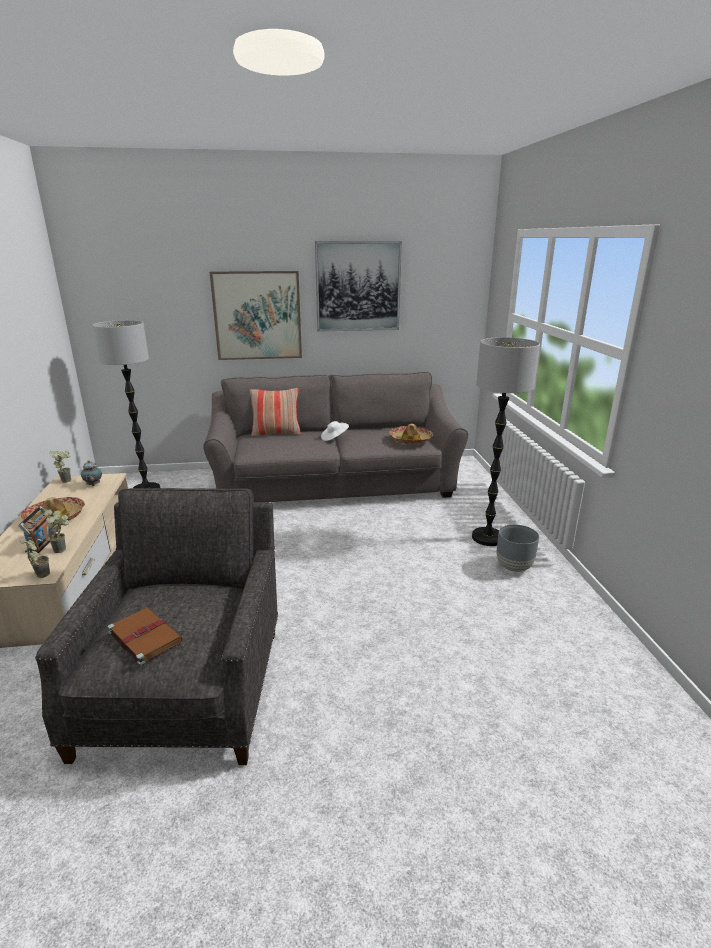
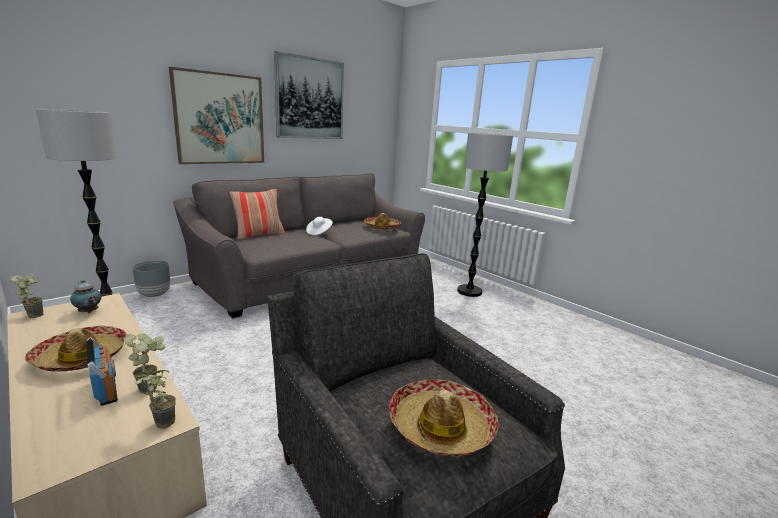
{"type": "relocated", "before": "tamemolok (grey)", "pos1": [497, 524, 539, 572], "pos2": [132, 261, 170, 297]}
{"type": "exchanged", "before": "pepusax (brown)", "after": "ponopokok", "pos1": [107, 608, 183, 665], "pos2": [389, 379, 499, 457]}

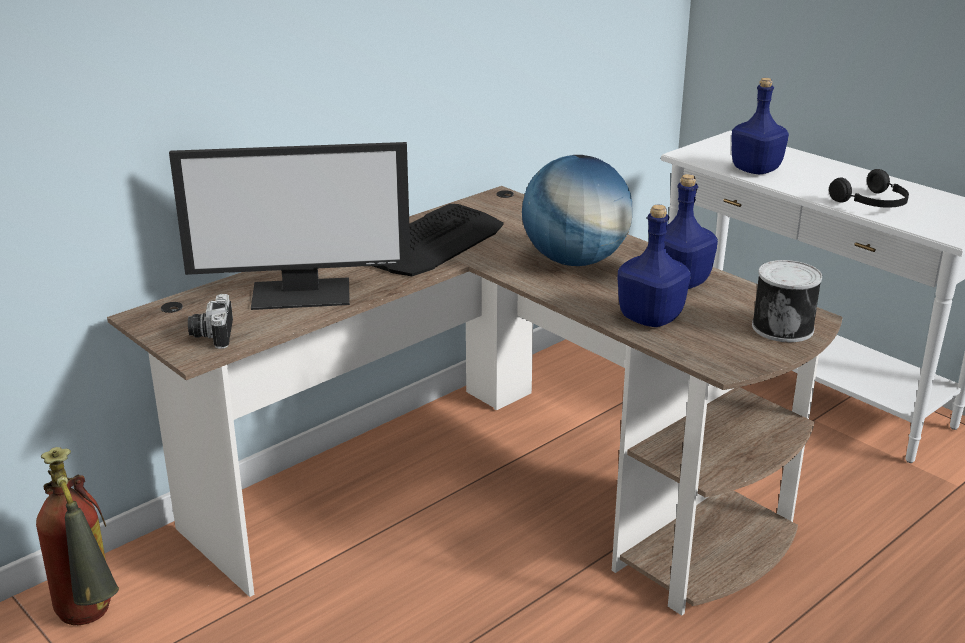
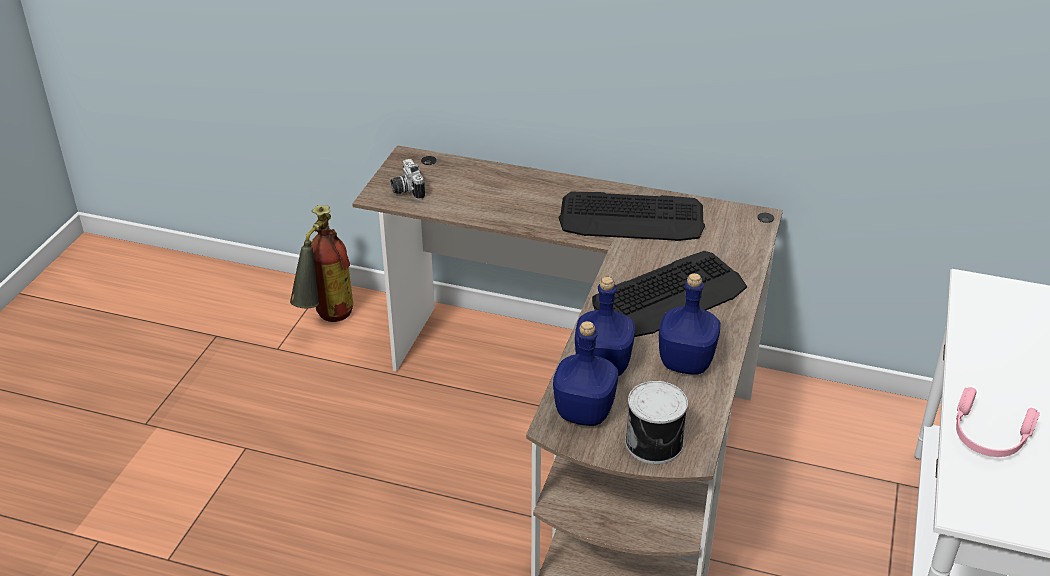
{"type": "missing", "before": "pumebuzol", "pos1": [169, 142, 411, 310]}
{"type": "relocated", "before": "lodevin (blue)", "pos1": [731, 78, 789, 174], "pos2": [553, 321, 618, 426]}
{"type": "exchanged", "before": "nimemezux", "after": "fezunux", "pos1": [522, 155, 632, 266], "pos2": [592, 251, 747, 337]}
{"type": "colour", "before": "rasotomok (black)", "after": "rasotomok (pink)", "pos1": [829, 169, 909, 208], "pos2": [956, 387, 1040, 457]}
{"type": "spun", "before": "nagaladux", "pos1": [188, 294, 233, 349], "pos2": [391, 159, 425, 200], "turn": -75}

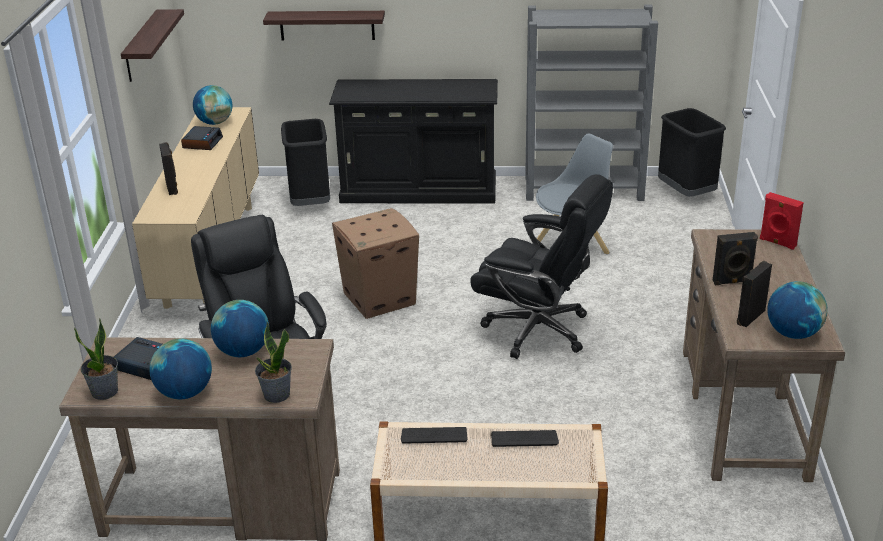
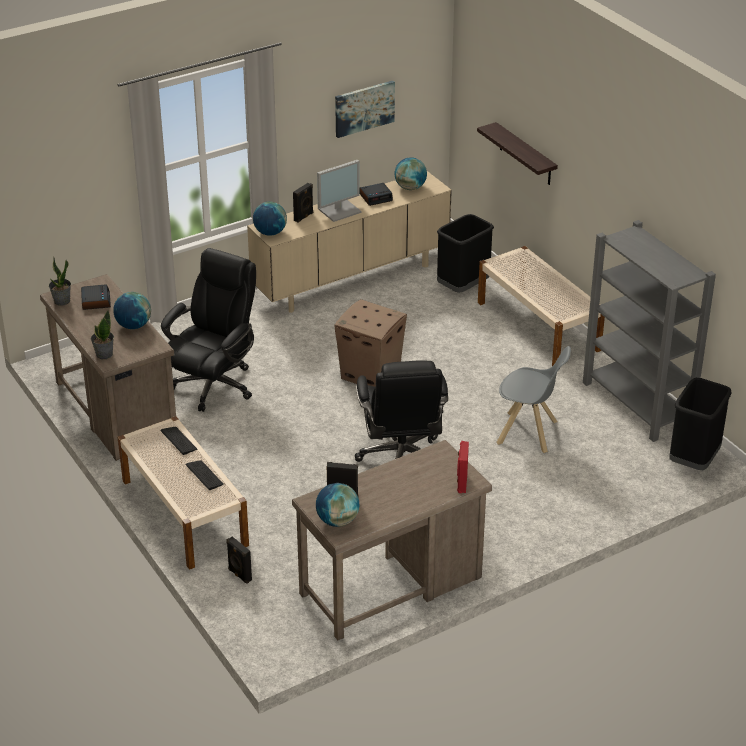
{"type": "appeared", "after": "pumebuzol", "pos2": [317, 160, 362, 222]}
{"type": "relocated", "before": "nimemezux", "pos1": [150, 339, 212, 399], "pos2": [253, 202, 287, 236]}
{"type": "relocated", "before": "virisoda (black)", "pos1": [713, 232, 758, 285], "pos2": [227, 537, 252, 584]}
{"type": "exchanged", "before": "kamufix", "after": "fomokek", "pos1": [121, 9, 184, 82], "pos2": [335, 81, 395, 138]}
{"type": "exchanged", "before": "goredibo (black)", "after": "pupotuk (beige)", "pos1": [329, 79, 498, 204], "pos2": [478, 246, 605, 366]}

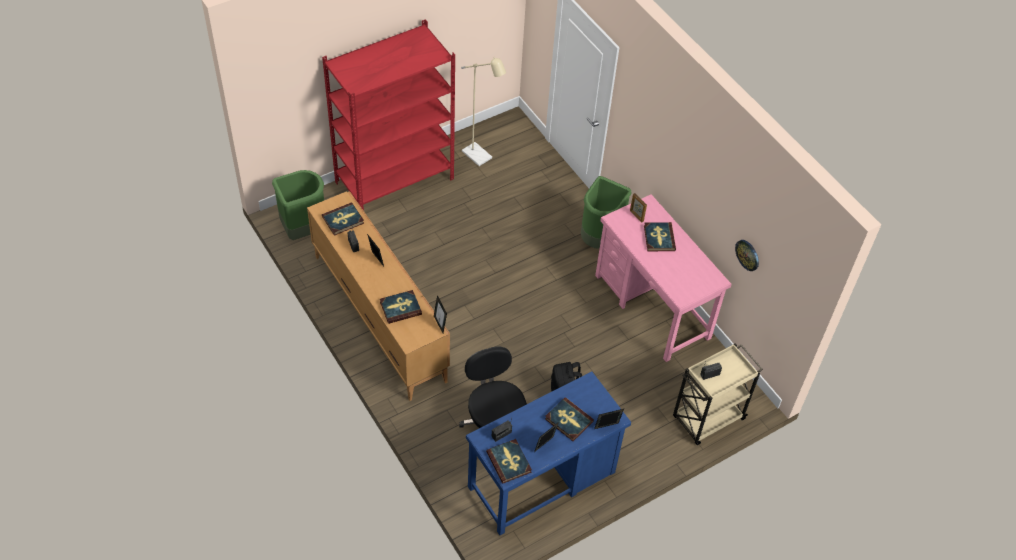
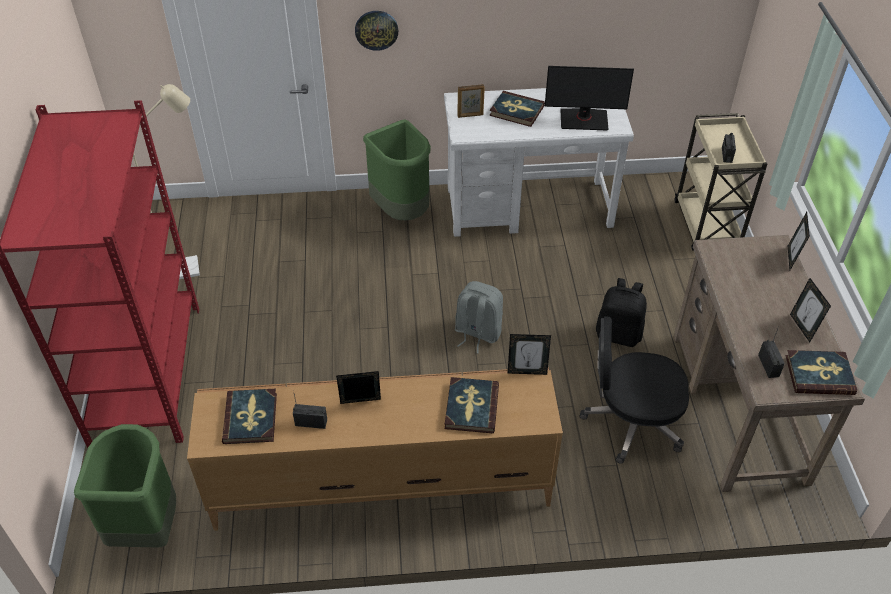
{"type": "missing", "before": "pepusax", "pos1": [545, 397, 594, 441]}
{"type": "appeared", "after": "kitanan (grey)", "pos2": [455, 281, 503, 353]}
{"type": "appeared", "after": "pumebuzol", "pos2": [545, 66, 634, 130]}
{"type": "relocated", "before": "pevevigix", "pos1": [735, 240, 759, 271], "pos2": [355, 11, 398, 51]}
{"type": "colour", "before": "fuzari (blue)", "after": "fuzari (brown)", "pos1": [466, 372, 631, 535], "pos2": [673, 235, 865, 492]}
{"type": "colour", "before": "fuzari (pink)", "after": "fuzari (white)", "pos1": [595, 194, 732, 362], "pos2": [444, 88, 634, 237]}

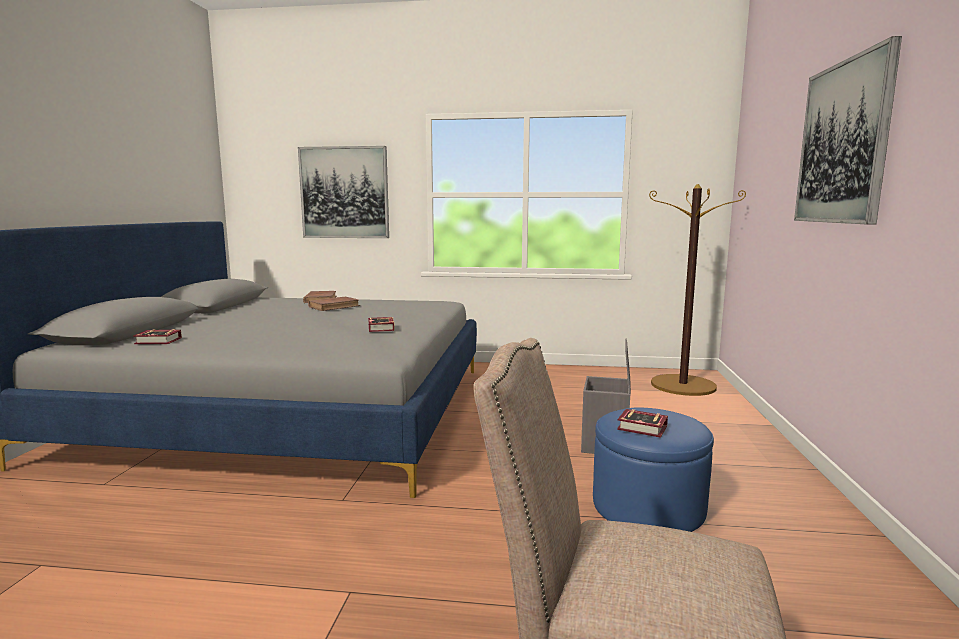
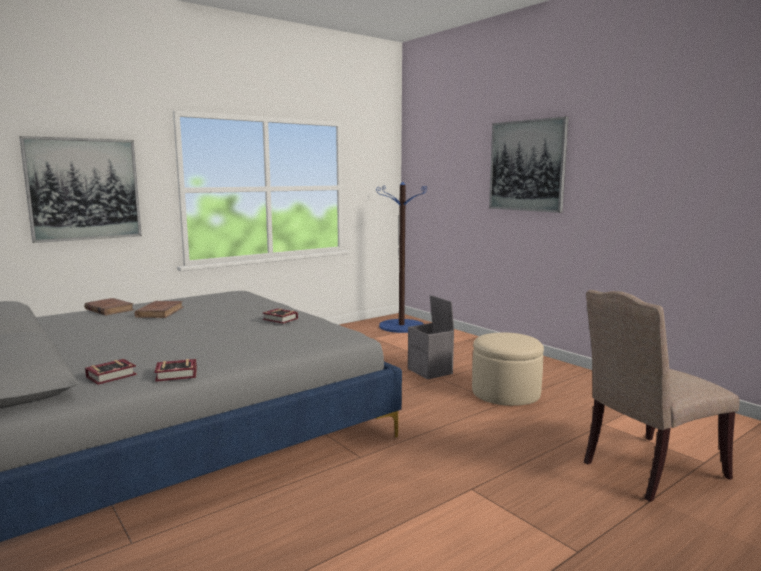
{"type": "relocated", "before": "pepusax", "pos1": [617, 409, 668, 438], "pos2": [155, 359, 197, 382]}
{"type": "colour", "before": "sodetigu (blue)", "after": "sodetigu (beige)", "pos1": [593, 408, 714, 532], "pos2": [472, 333, 544, 406]}
{"type": "colour", "before": "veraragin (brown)", "after": "veraragin (blue)", "pos1": [649, 184, 746, 396], "pos2": [376, 182, 427, 333]}

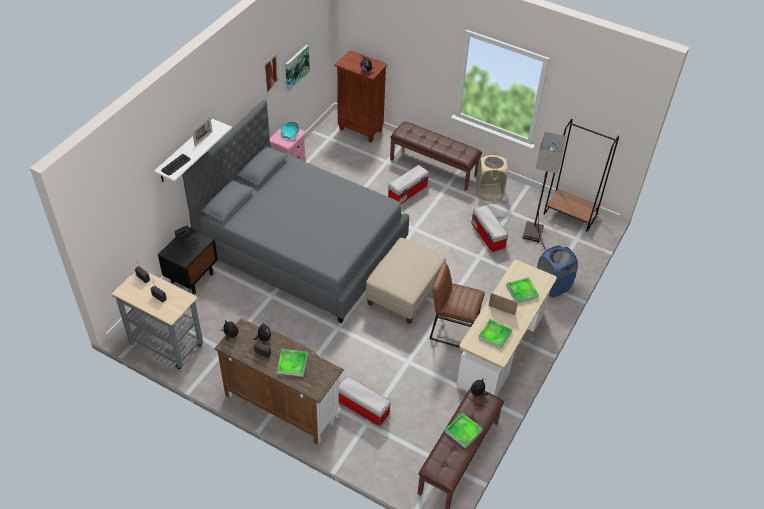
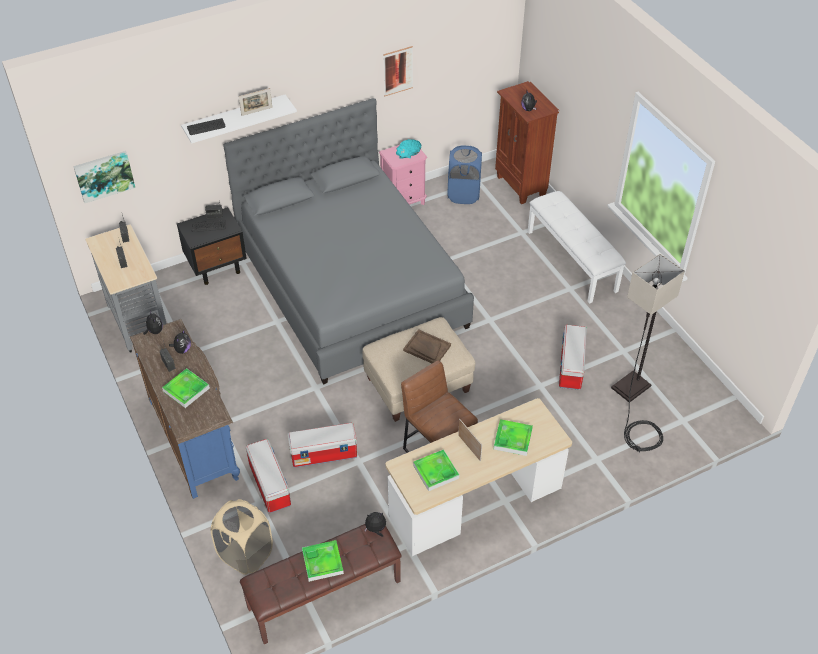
{"type": "missing", "before": "veraragin", "pos1": [544, 119, 619, 232]}
{"type": "appeared", "after": "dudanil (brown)", "pos2": [403, 329, 451, 363]}
{"type": "relocated", "before": "fomokek", "pos1": [285, 45, 310, 91], "pos2": [73, 151, 135, 203]}
{"type": "relocated", "before": "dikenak", "pos1": [388, 165, 429, 204], "pos2": [288, 422, 357, 468]}
{"type": "relocated", "before": "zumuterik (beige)", "pos1": [476, 154, 508, 201], "pos2": [211, 499, 273, 575]}
{"type": "relocated", "before": "zumuterik (blue)", "pos1": [537, 246, 578, 297], "pos2": [448, 145, 482, 204]}
{"type": "colour", "before": "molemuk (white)", "after": "molemuk (blue)", "pos1": [214, 318, 344, 445], "pos2": [130, 319, 240, 499]}
{"type": "colour", "before": "pupotuk (brown)", "after": "pupotuk (white)", "pos1": [390, 122, 482, 191], "pos2": [528, 191, 626, 304]}

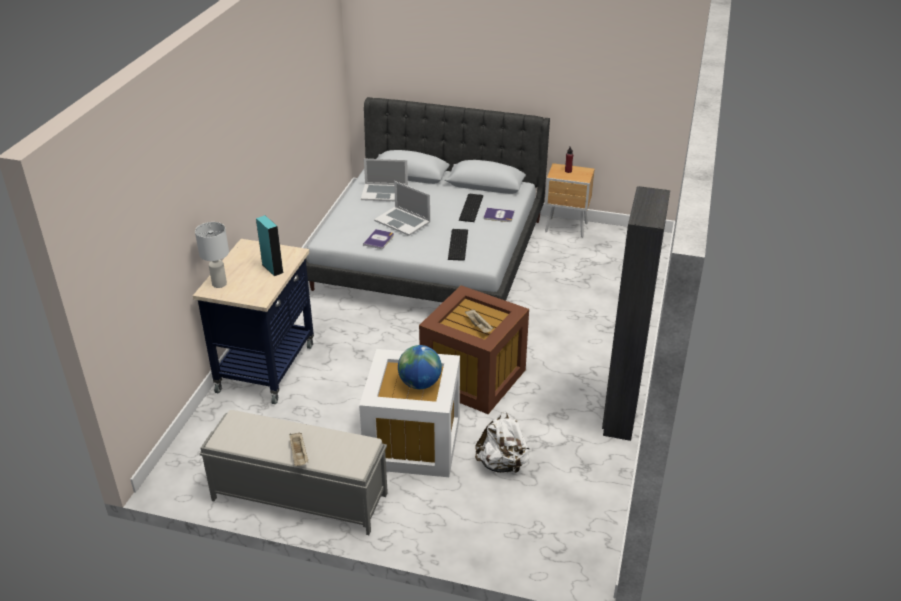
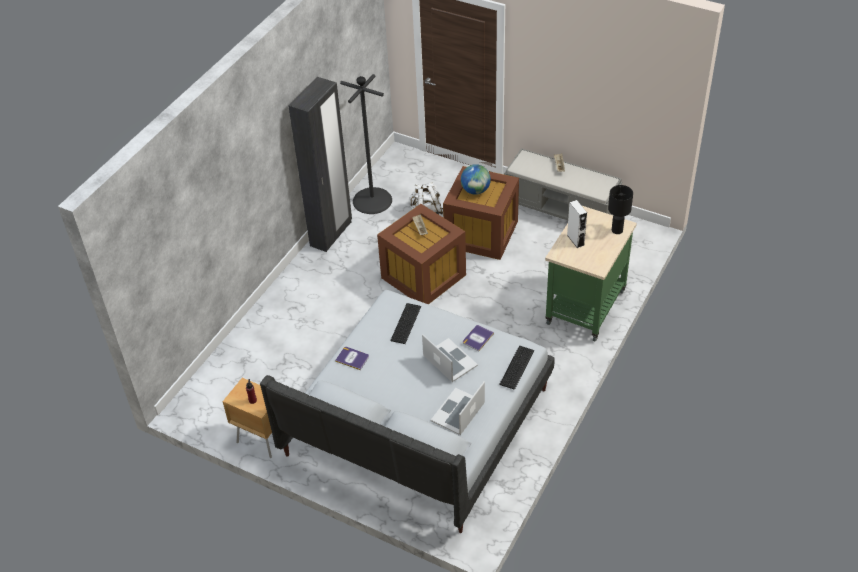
{"type": "appeared", "after": "veraragin (black)", "pos2": [340, 74, 392, 214]}
{"type": "relocated", "before": "fezunux", "pos1": [459, 194, 483, 222], "pos2": [499, 346, 534, 390]}
{"type": "colour", "before": "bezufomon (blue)", "after": "bezufomon (green)", "pos1": [193, 239, 314, 404], "pos2": [545, 205, 637, 342]}
{"type": "colour", "before": "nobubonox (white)", "after": "nobubonox (black)", "pos1": [195, 222, 229, 288], "pos2": [608, 185, 633, 234]}
{"type": "colour", "before": "virisoda (turquoise)", "after": "virisoda (white)", "pos1": [256, 215, 283, 276], "pos2": [567, 200, 587, 248]}
{"type": "colour", "before": "dikenak (white)", "after": "dikenak (brown)", "pos1": [359, 349, 460, 477], "pos2": [443, 166, 519, 260]}
{"type": "spun", "before": "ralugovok", "pos1": [361, 159, 408, 201], "pos2": [431, 382, 485, 435], "turn": -75}

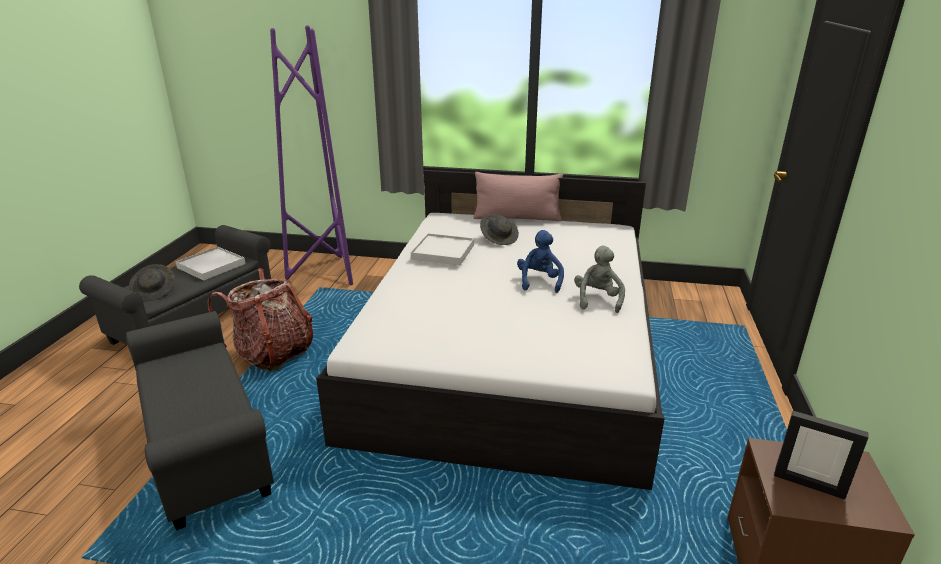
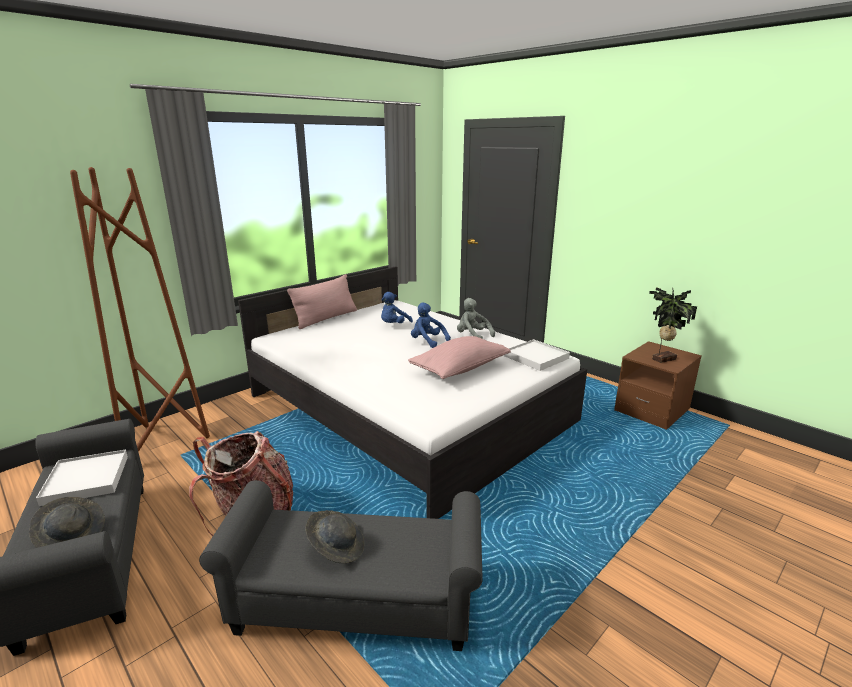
{"type": "appeared", "after": "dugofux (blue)", "pos2": [381, 292, 413, 323]}
{"type": "appeared", "after": "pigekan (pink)", "pos2": [408, 336, 511, 379]}
{"type": "relocated", "before": "dudanil (white)", "pos1": [411, 233, 474, 265], "pos2": [504, 339, 570, 371]}
{"type": "relocated", "before": "ponopokok (grey)", "pos1": [480, 214, 519, 245], "pos2": [305, 510, 364, 563]}
{"type": "exchanged", "before": "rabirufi", "after": "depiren", "pos1": [774, 411, 869, 500], "pos2": [649, 287, 697, 363]}
{"type": "colour", "before": "veraragin (purple)", "after": "veraragin (brown)", "pos1": [270, 25, 353, 285], "pos2": [70, 167, 210, 452]}

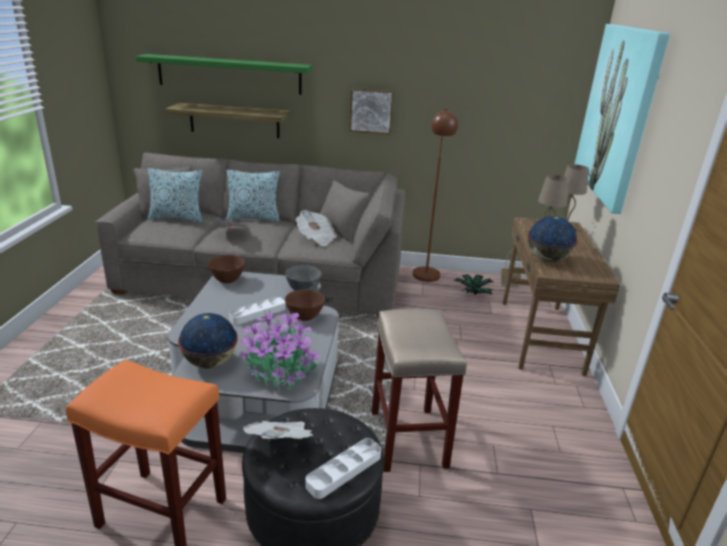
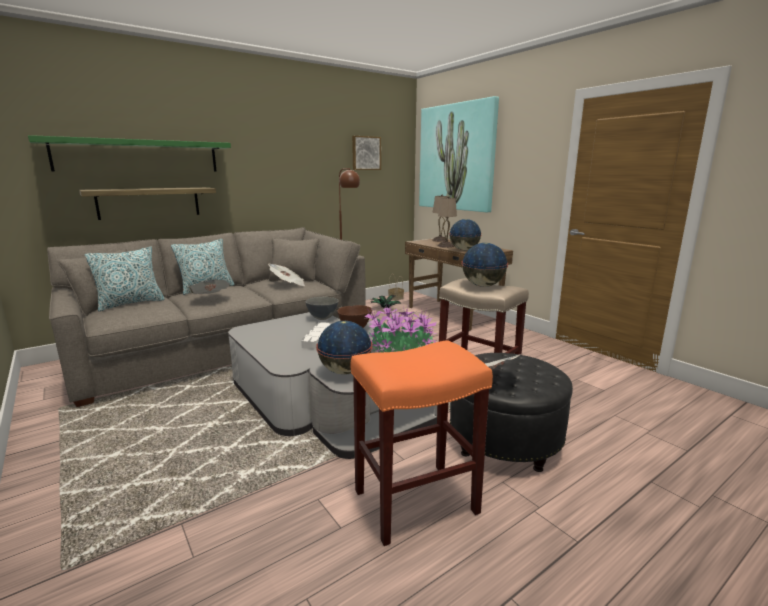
{"type": "missing", "before": "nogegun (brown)", "pos1": [208, 255, 245, 283]}
{"type": "missing", "before": "dudanil (white)", "pos1": [305, 438, 381, 499]}
{"type": "appeared", "after": "nimemezux", "pos2": [461, 243, 508, 287]}
{"type": "relocated", "before": "fomokek", "pos1": [349, 88, 394, 135], "pos2": [352, 136, 381, 170]}

